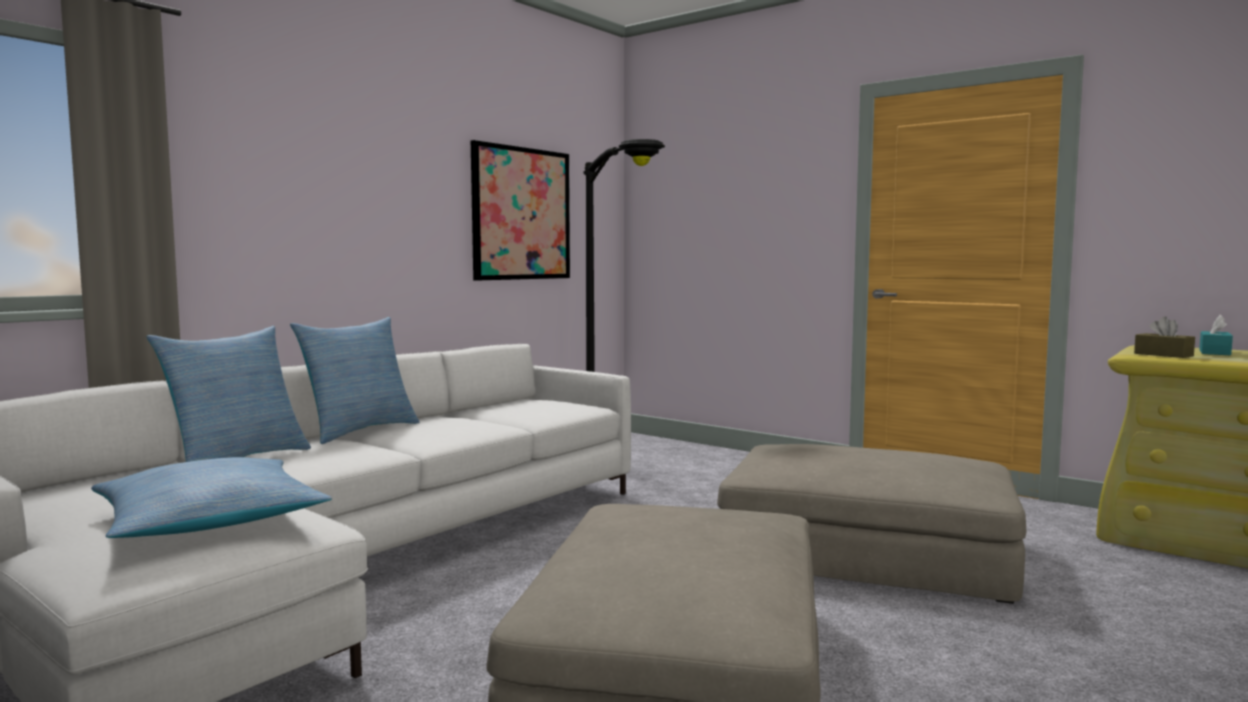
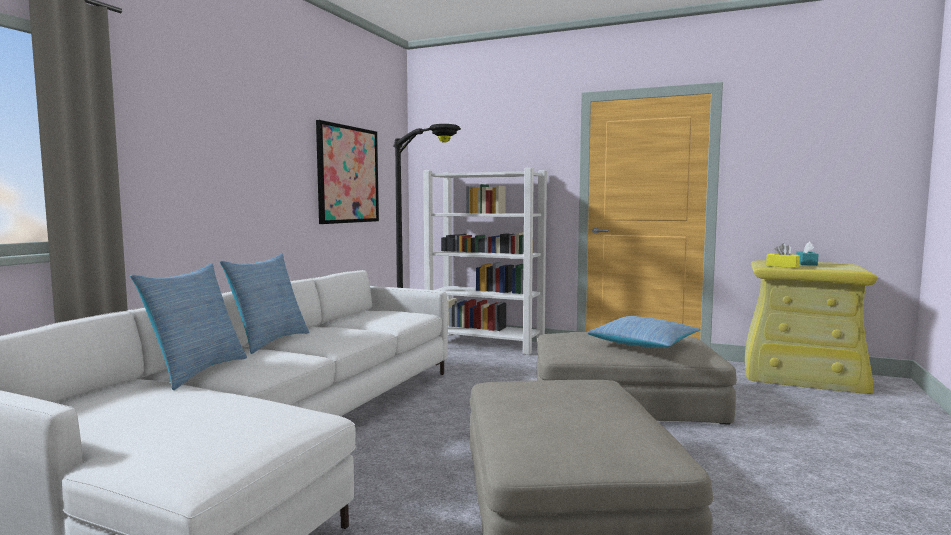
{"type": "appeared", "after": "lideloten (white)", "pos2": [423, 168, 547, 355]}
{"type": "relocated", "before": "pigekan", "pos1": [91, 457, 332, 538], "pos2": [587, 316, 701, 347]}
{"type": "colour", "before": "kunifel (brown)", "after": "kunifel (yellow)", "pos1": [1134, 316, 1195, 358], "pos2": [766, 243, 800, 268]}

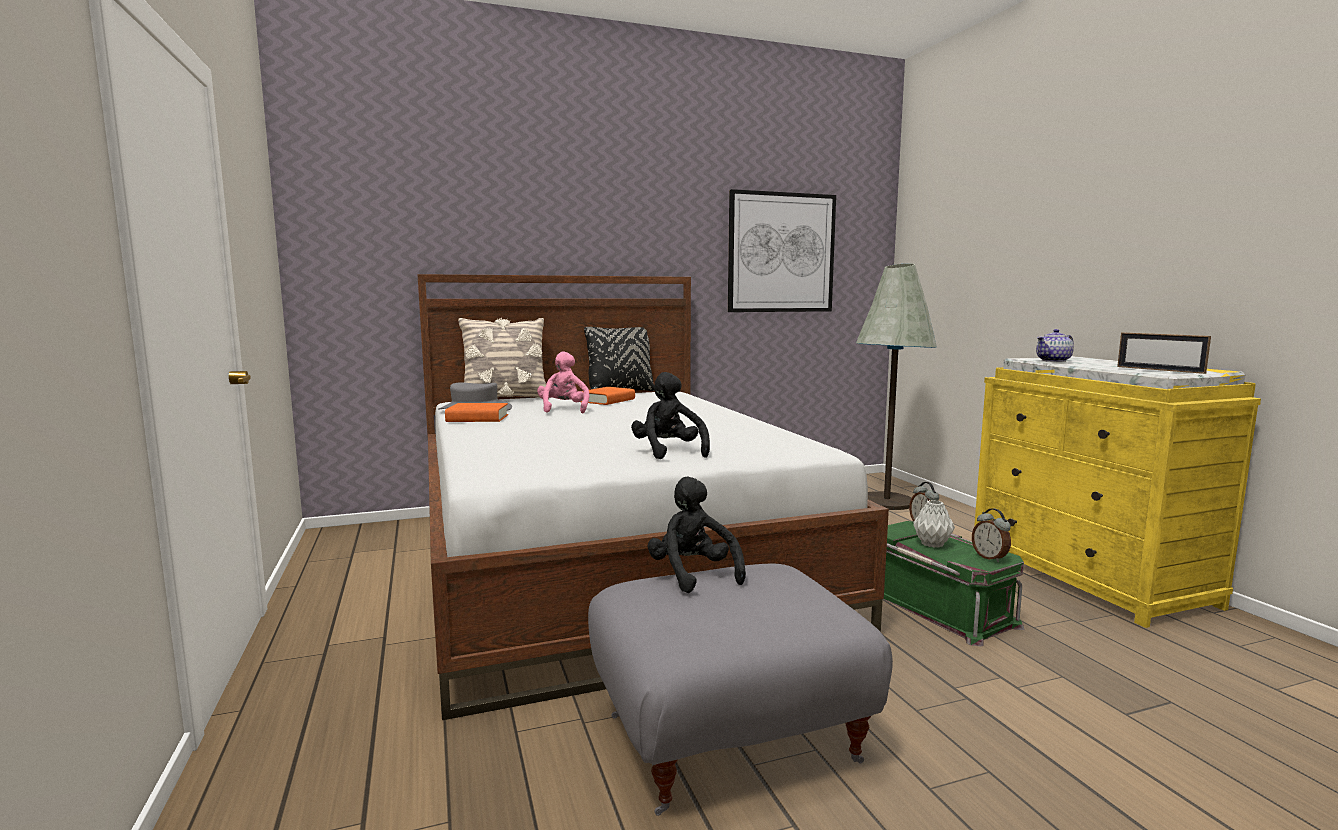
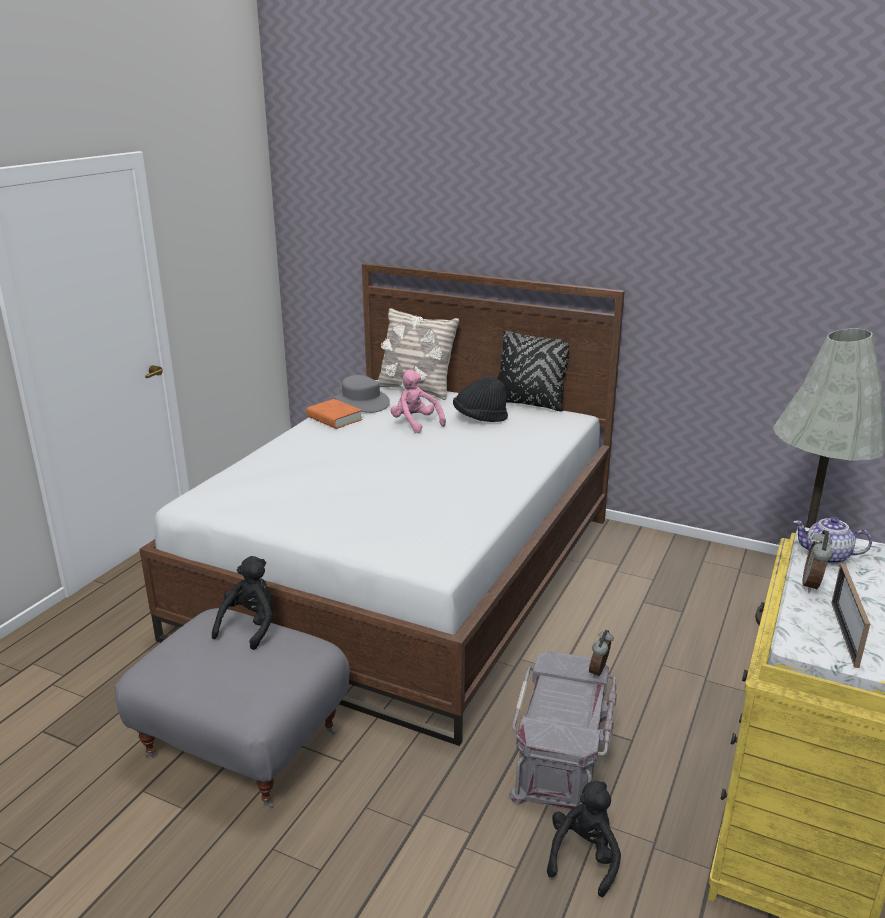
{"type": "missing", "before": "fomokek", "pos1": [728, 189, 836, 312]}
{"type": "missing", "before": "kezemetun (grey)", "pos1": [913, 500, 955, 548]}
{"type": "relocated", "before": "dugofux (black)", "pos1": [631, 372, 710, 459], "pos2": [547, 781, 621, 897]}
{"type": "relocated", "before": "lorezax", "pos1": [972, 509, 1011, 562], "pos2": [802, 530, 833, 592]}
{"type": "exchanged", "before": "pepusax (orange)", "after": "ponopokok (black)", "pos1": [581, 387, 635, 405], "pos2": [453, 376, 508, 422]}
{"type": "colour", "before": "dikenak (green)", "after": "dikenak (grey)", "pos1": [884, 521, 1024, 646], "pos2": [509, 651, 617, 810]}
{"type": "spun", "before": "dugofux (pink)", "pos1": [537, 351, 589, 413], "pos2": [391, 370, 446, 433], "turn": -75}

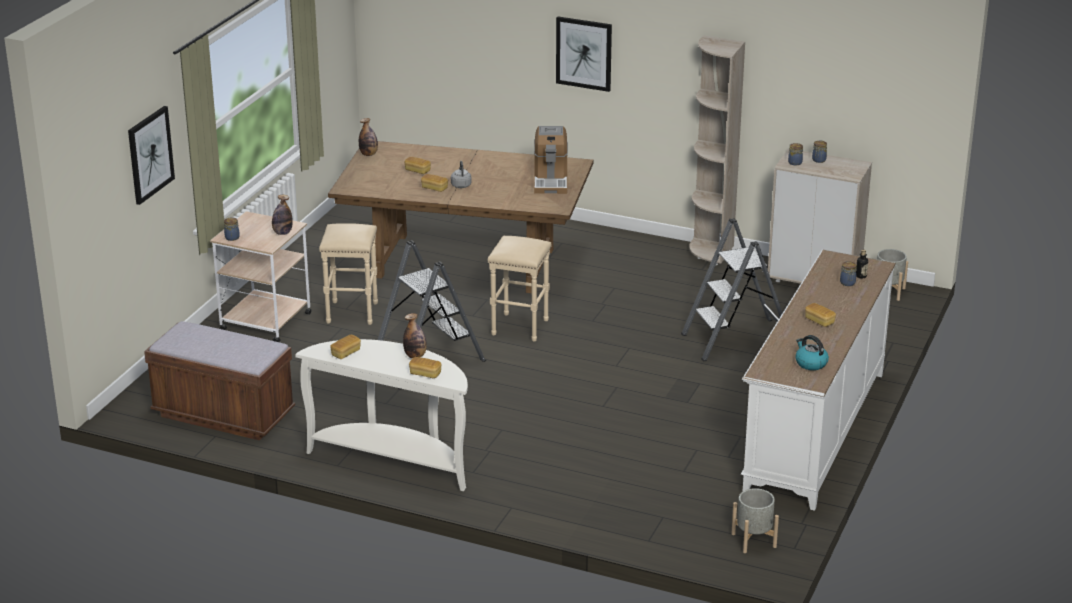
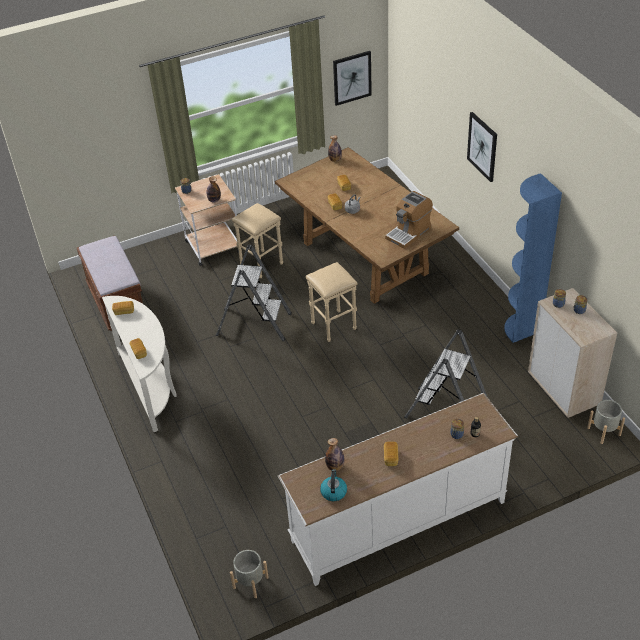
{"type": "relocated", "before": "fomokek", "pos1": [128, 106, 175, 205], "pos2": [333, 51, 372, 106]}
{"type": "relocated", "before": "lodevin", "pos1": [403, 313, 427, 358], "pos2": [325, 438, 344, 471]}
{"type": "colour", "before": "lideloten (beige)", "after": "lideloten (blue)", "pos1": [689, 36, 745, 265], "pos2": [504, 173, 562, 343]}

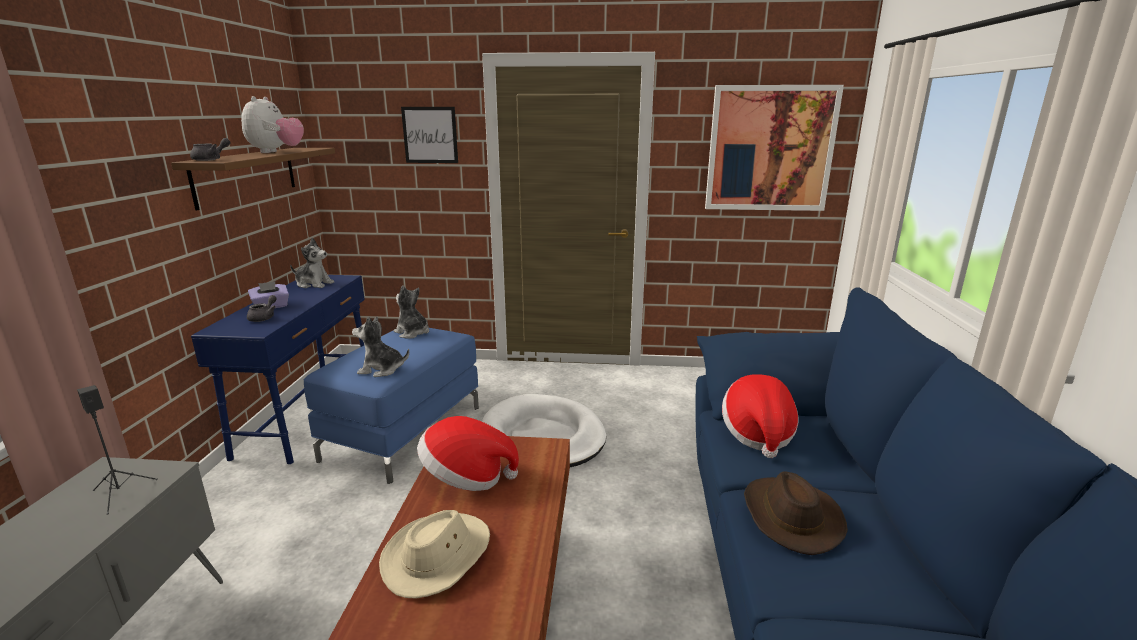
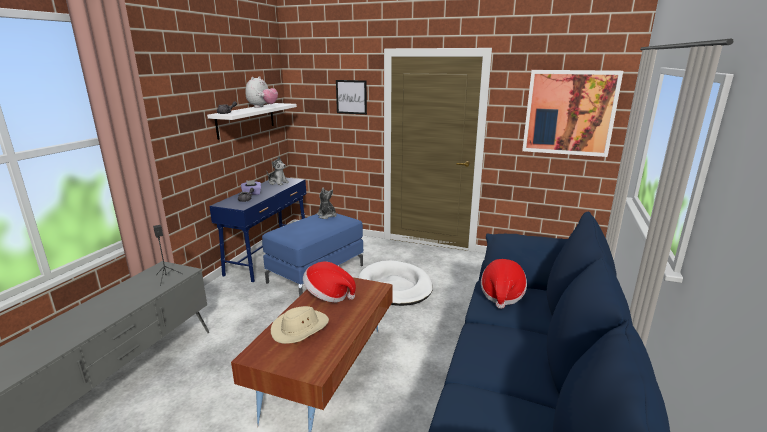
{"type": "missing", "before": "dugofux", "pos1": [352, 316, 409, 377]}
{"type": "missing", "before": "ponopokok (brown)", "pos1": [744, 471, 848, 555]}
{"type": "colour", "before": "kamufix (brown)", "after": "kamufix (white)", "pos1": [171, 148, 335, 210], "pos2": [207, 103, 297, 140]}

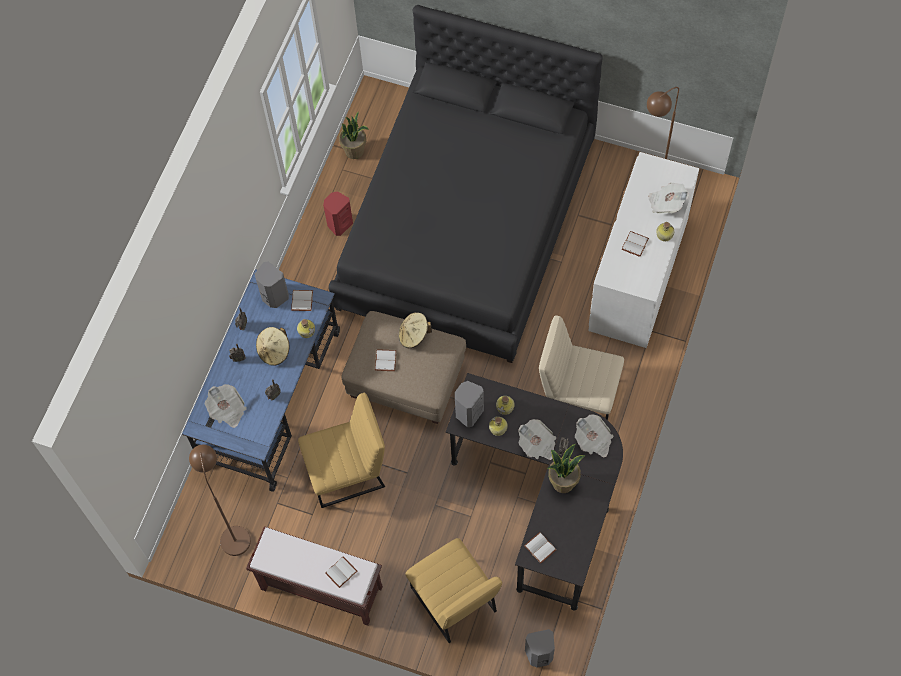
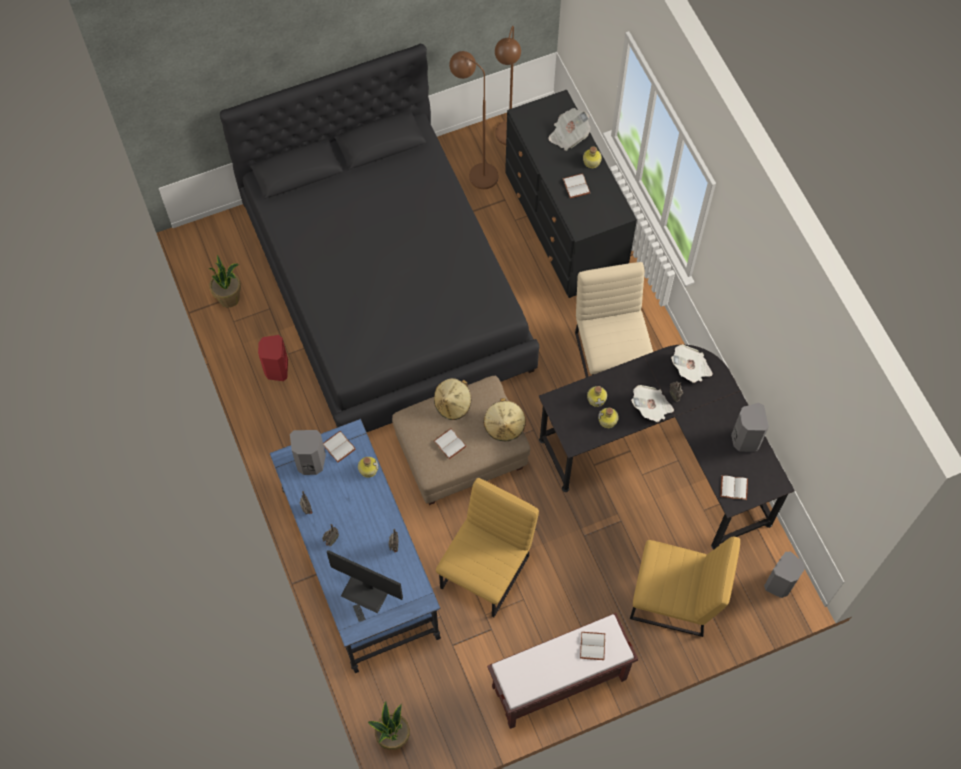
{"type": "relocated", "before": "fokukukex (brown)", "pos1": [189, 445, 251, 556], "pos2": [449, 51, 498, 189]}
{"type": "relocated", "before": "ponopokok (beige)", "pos1": [256, 327, 290, 366], "pos2": [483, 398, 526, 441]}
{"type": "relocated", "before": "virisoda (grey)", "pos1": [455, 381, 484, 427], "pos2": [731, 403, 769, 452]}
{"type": "relocated", "before": "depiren", "pos1": [547, 444, 585, 493], "pos2": [368, 701, 410, 750]}
{"type": "exchanged", "before": "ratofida", "after": "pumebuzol", "pos1": [205, 384, 247, 428], "pos2": [327, 550, 403, 613]}
{"type": "colour", "before": "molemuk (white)", "after": "molemuk (black)", "pos1": [588, 152, 699, 348], "pos2": [505, 90, 637, 298]}
{"type": "spun", "before": "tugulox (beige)", "pos1": [539, 315, 624, 420], "pos2": [575, 262, 653, 377], "turn": 105}

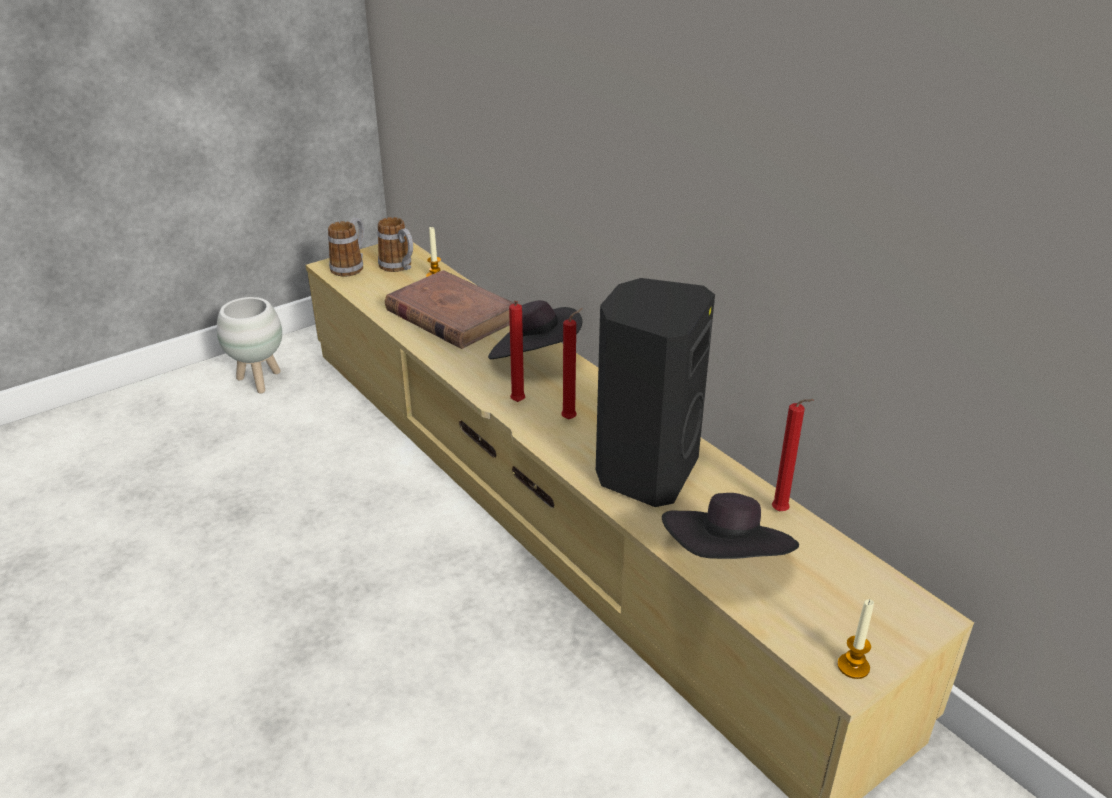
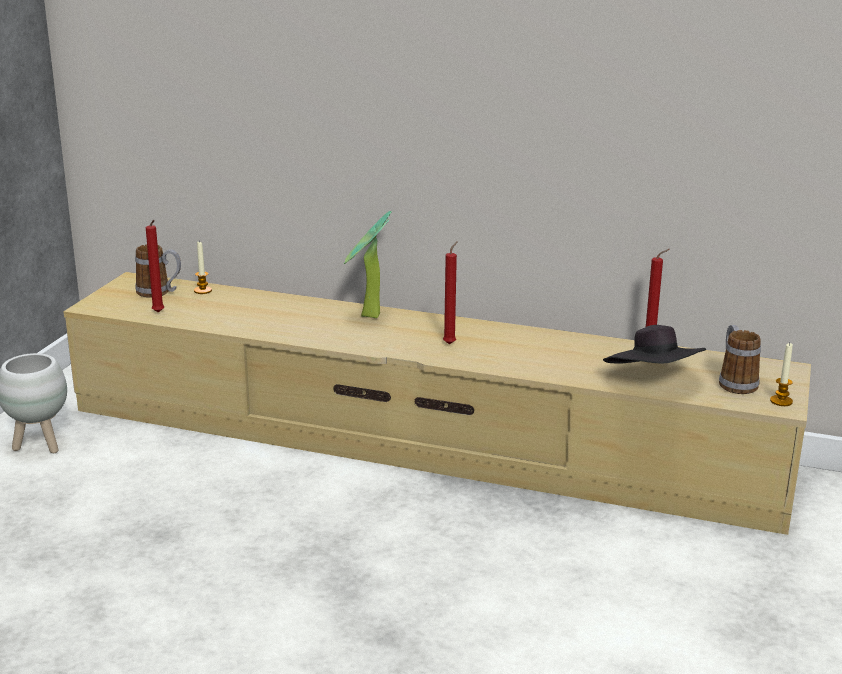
{"type": "missing", "before": "pepusax (brown)", "pos1": [385, 270, 515, 349]}
{"type": "missing", "before": "virisoda (black)", "pos1": [596, 278, 715, 507]}
{"type": "relocated", "before": "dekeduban", "pos1": [328, 218, 364, 277], "pos2": [719, 325, 761, 394]}
{"type": "relocated", "before": "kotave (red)", "pos1": [509, 301, 525, 402], "pos2": [146, 220, 164, 313]}
{"type": "exchanged", "before": "ponopokok (black)", "after": "depiren", "pos1": [488, 300, 582, 359], "pos2": [343, 211, 392, 318]}

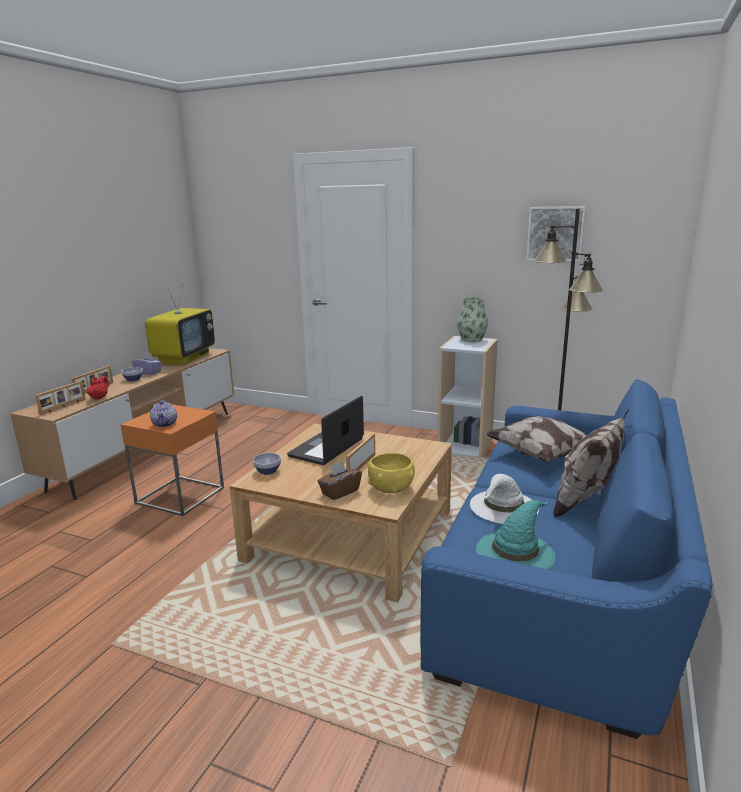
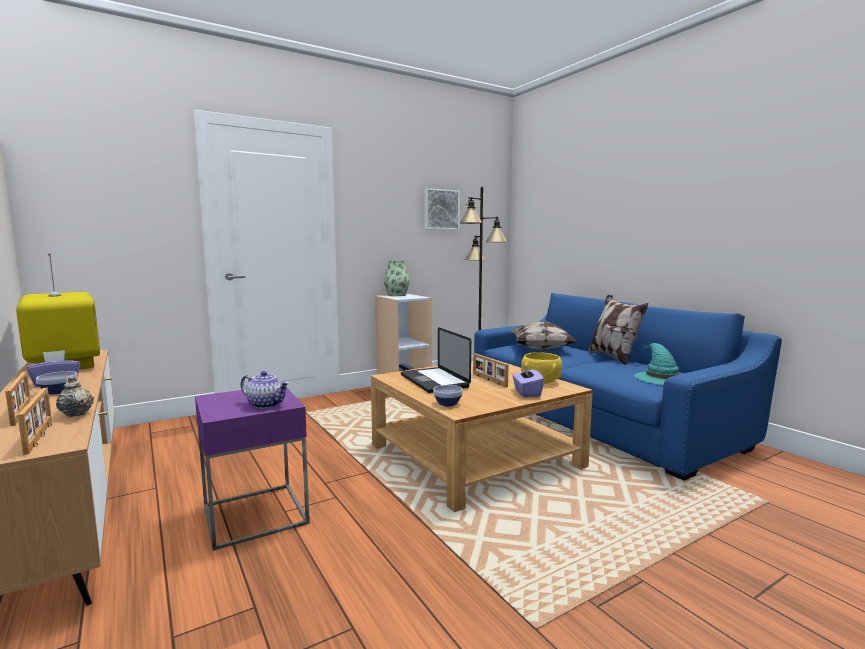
{"type": "missing", "before": "ponopokok (white)", "pos1": [470, 474, 539, 524]}
{"type": "colour", "before": "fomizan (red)", "after": "fomizan (beige)", "pos1": [87, 376, 109, 400], "pos2": [56, 376, 94, 417]}
{"type": "colour", "before": "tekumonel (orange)", "after": "tekumonel (purple)", "pos1": [121, 404, 224, 516], "pos2": [195, 387, 310, 551]}
{"type": "colour", "before": "kunifel (brown)", "after": "kunifel (purple)", "pos1": [317, 461, 362, 500], "pos2": [512, 365, 544, 397]}

